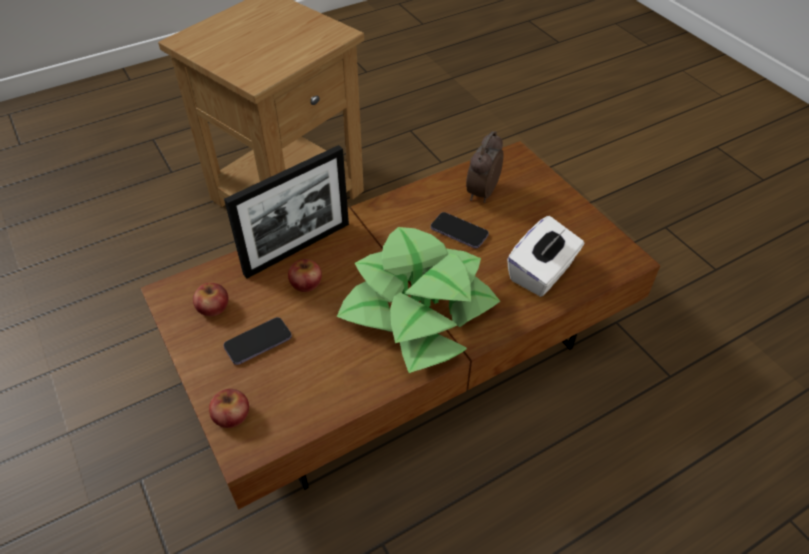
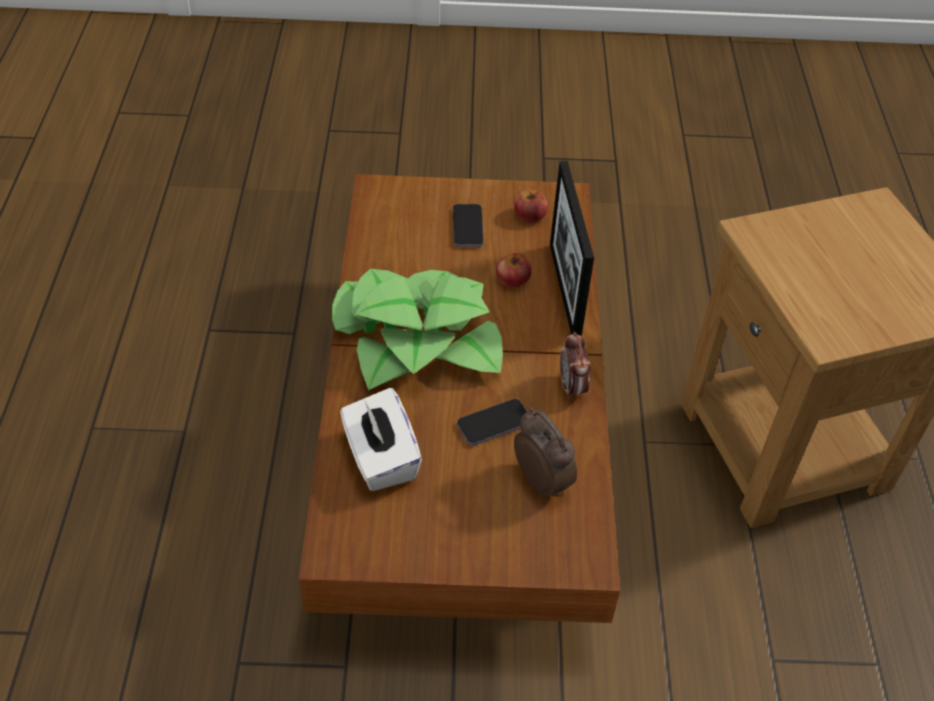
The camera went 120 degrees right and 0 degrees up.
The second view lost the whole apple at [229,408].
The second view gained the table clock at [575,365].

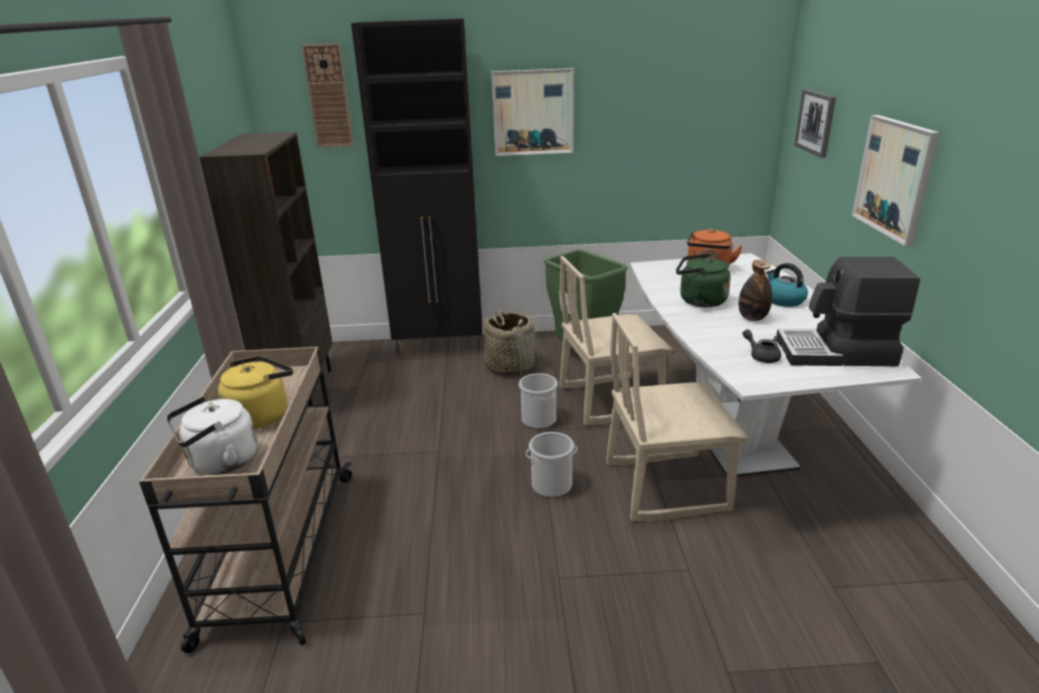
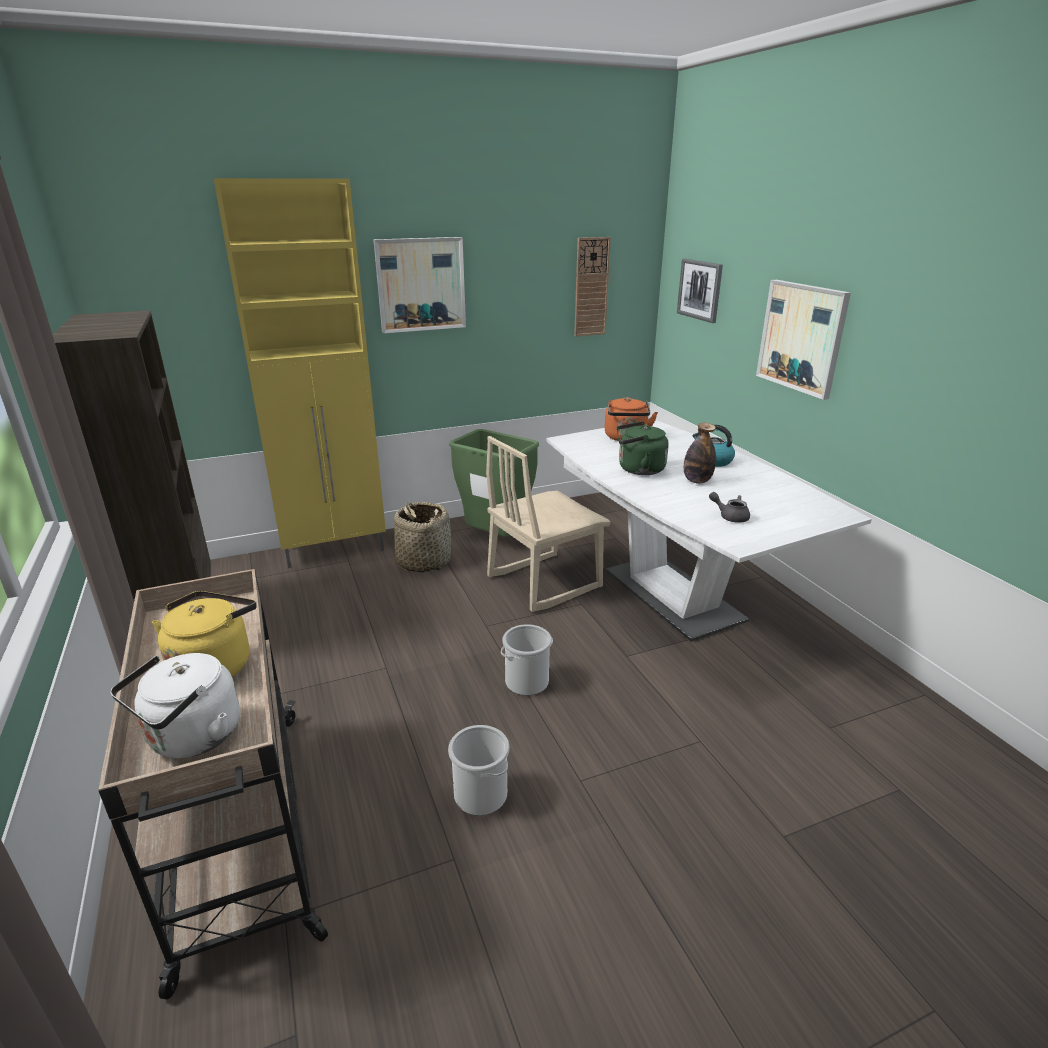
The camera went 20 degrees left and 0 degrees up.
What was the cabinet (blackish) at [416,187] turned into the cabinet (yellowish) at [299,373].
The clock on the wall ended up elsewhere, having gone from [327,95] to [592,286].
The second view lost the coffee brewer at [848,311].
The second view lost the plain chair (beige) at [677,417].
The water bucket ended up elsewhere, having gone from [538,401] to [478,770].

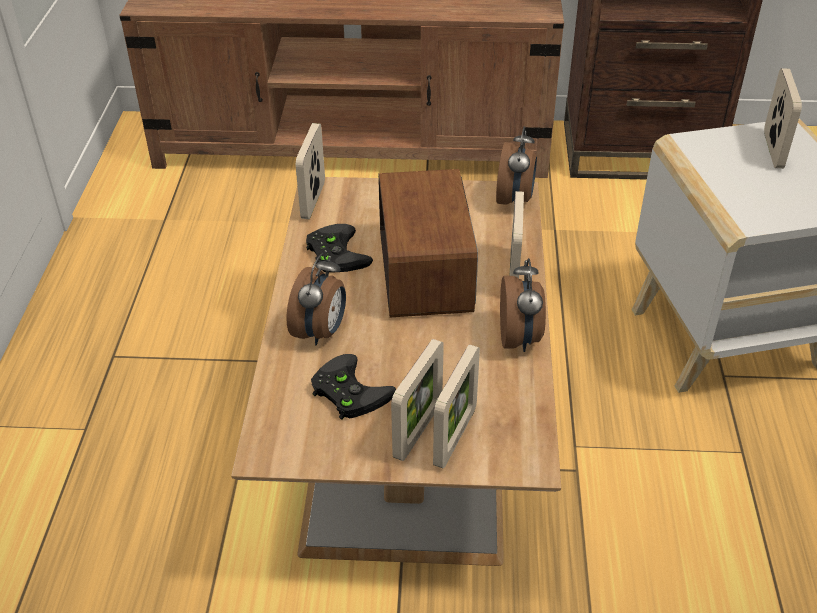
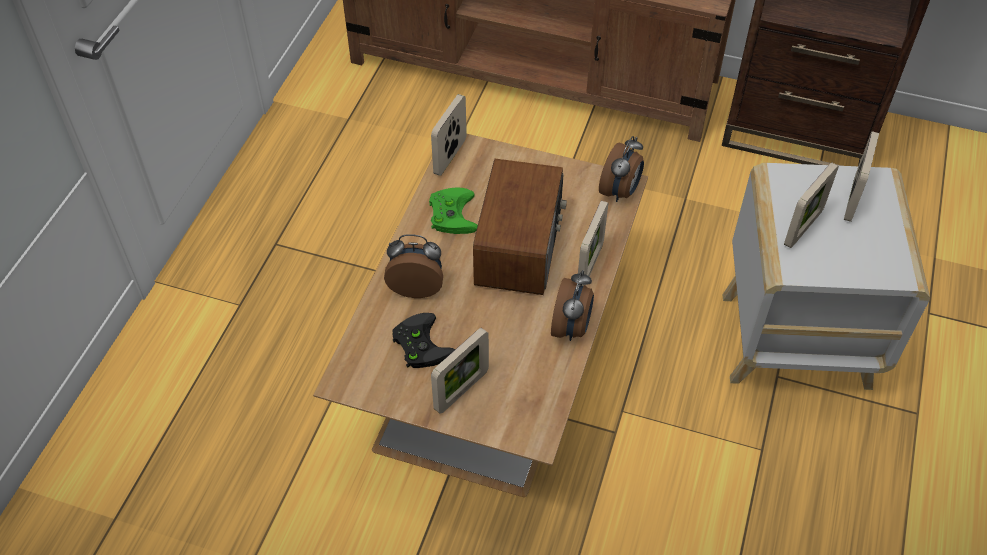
The camera went 15 degrees right and 10 degrees up.
What was the joypad (blackish) at [339,248] turned into the joypad (green-coloured) at [453,211].
The table clock at [316,299] ended up facing another way, 120 degrees counterclockwise from before.
The photo frame ended up elsewhere, having gone from [456,406] to [811,205].

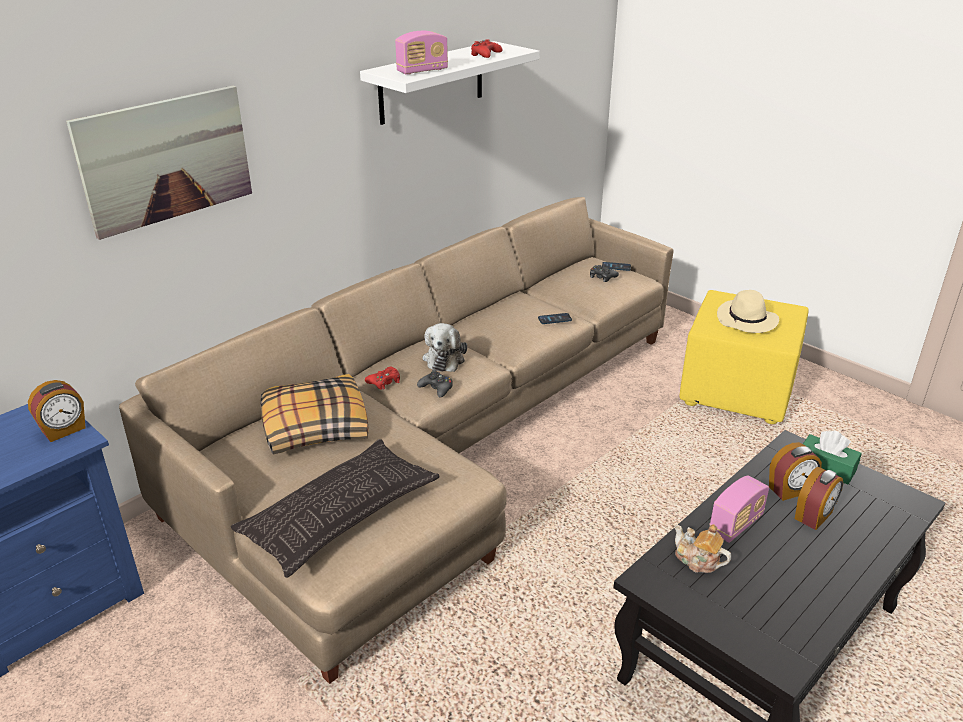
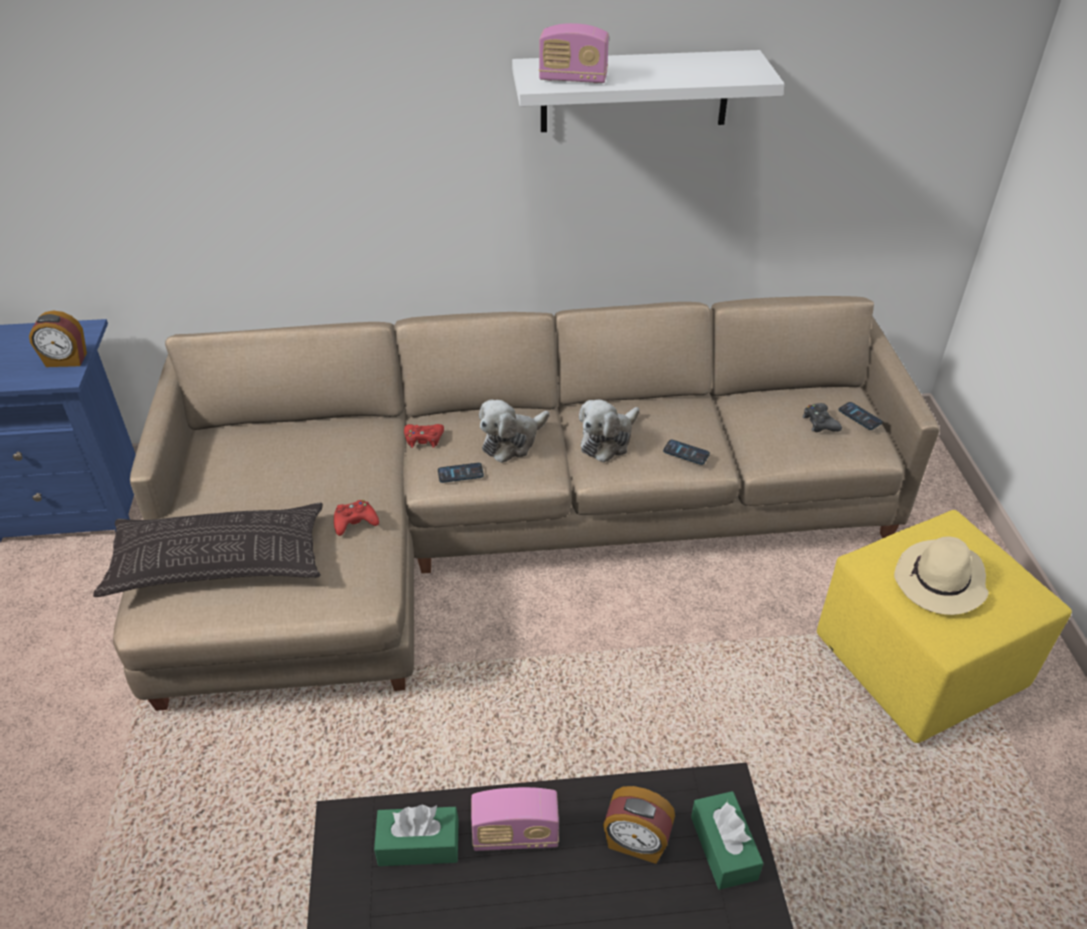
The camera went 40 degrees right and 10 degrees up.
The joypad (red-coloured) ended up elsewhere, having gone from [486,48] to [356,518].
The second view lost the wall picture at [159,163].
Where the joypad (blackish) stood at [435,384], the handset came to stand at [461,473].
The second view lost the cushion at [314,414].
The second view lost the table clock at [819,498].
Where the pot for tea stood at [702,548], the tissue box (green-coloured) came to stand at [416,835].
The second view gained the soft toy at [609,431].

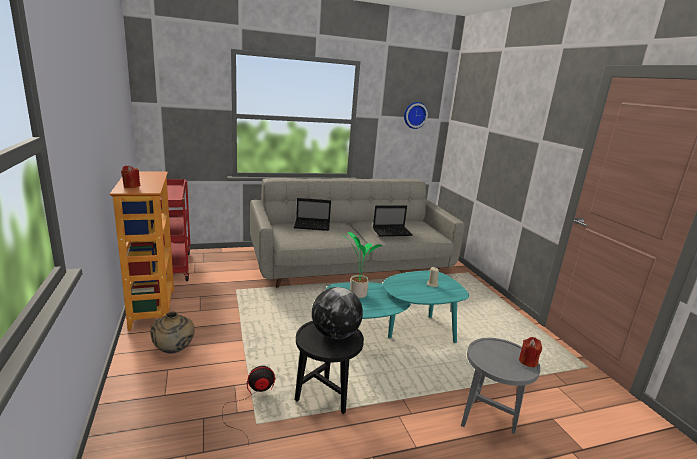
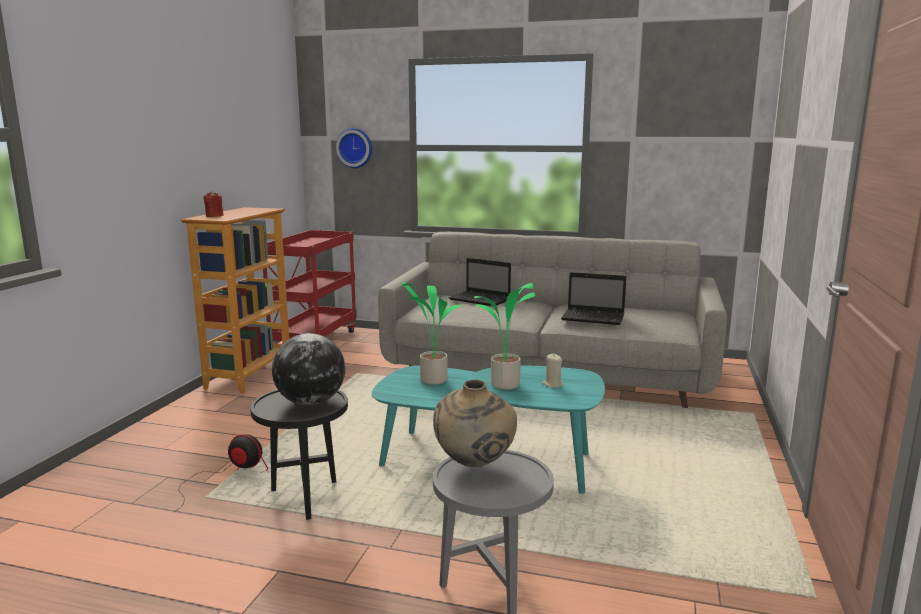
The camera went 35 degrees right and 5 degrees down.
The clock on the wall ended up elsewhere, having gone from [416,115] to [354,148].
The decorative vase (beige) ended up elsewhere, having gone from [173,333] to [475,423].
The second view lost the wax light (red-coloured) at [530,352].
The second view gained the houseplant at [505,336].

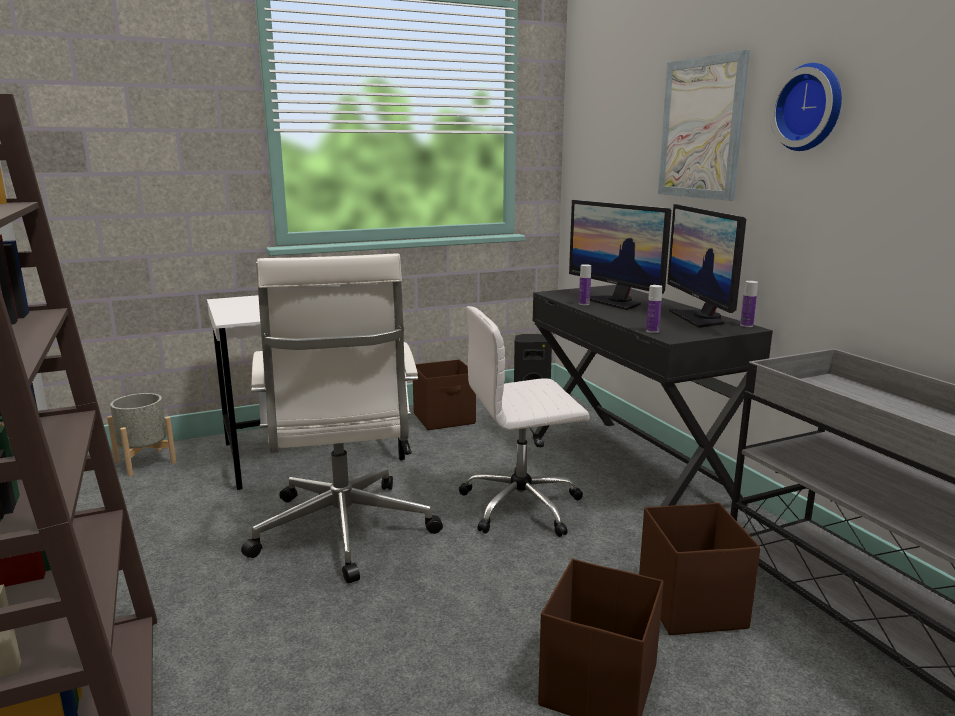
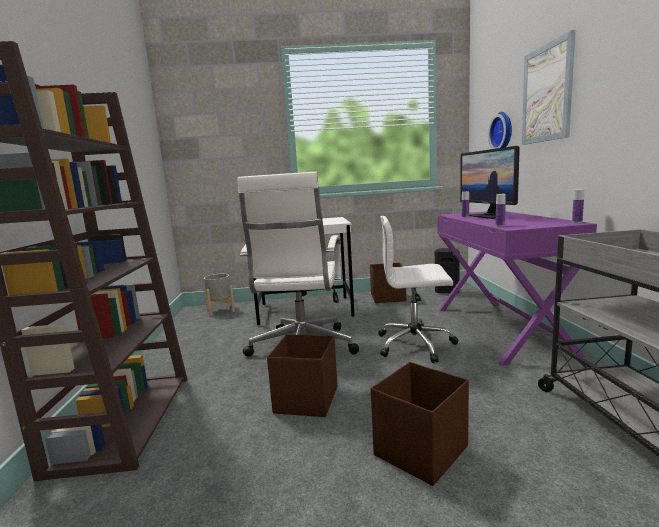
The camera went 20 degrees right and 5 degrees down.
The clock on the wall ended up elsewhere, having gone from [806,107] to [500,130].
The second view lost the monitor at [706,266].
What was the desk table (blackish) at [652,395] turned into the desk table (purple-coloured) at [517,288].
The storage container (brown) ended up elsewhere, having gone from [699,569] to [302,375].

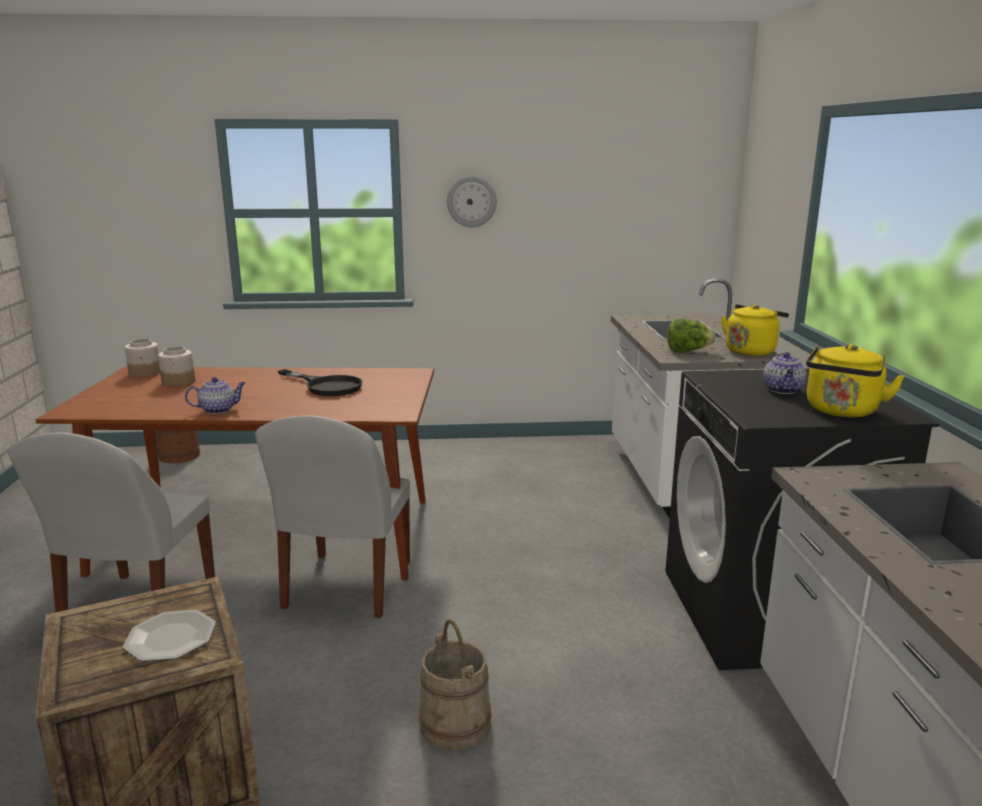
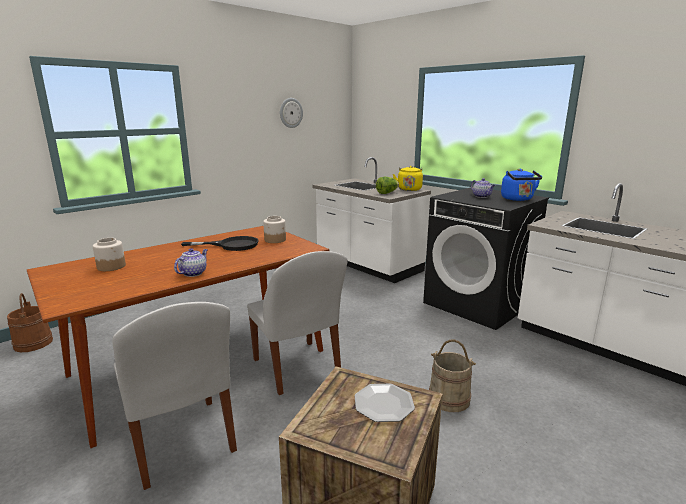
The camera went 40 degrees left and 0 degrees up.
The clock on the wall ended up elsewhere, having gone from [472,201] to [291,113].
The jar ended up elsewhere, having gone from [142,358] to [274,229].
What was the tea kettle (yellowish) at [855,381] turned into the tea kettle (bluish) at [521,185].

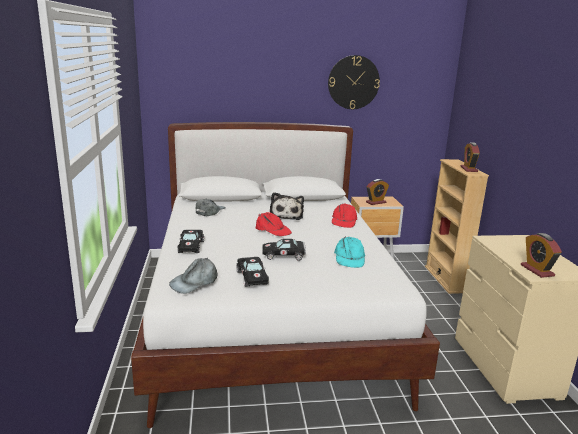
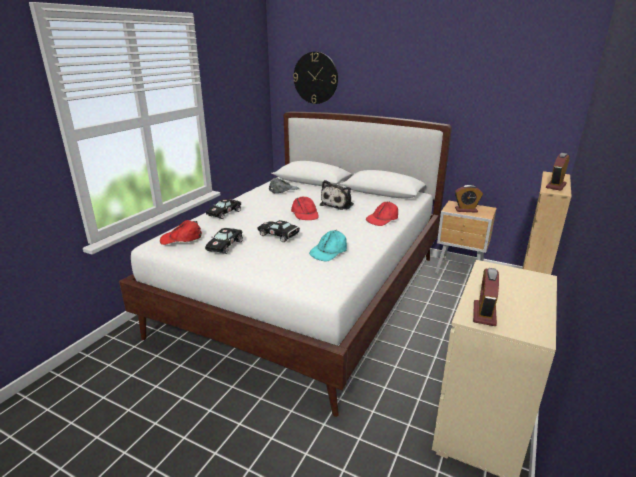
The camera went 35 degrees right and 5 degrees up.
The clock on the wall ended up elsewhere, having gone from [354,82] to [315,78].
What was the cap (gray) at [193,276] turned into the cap (red-coloured) at [181,232].

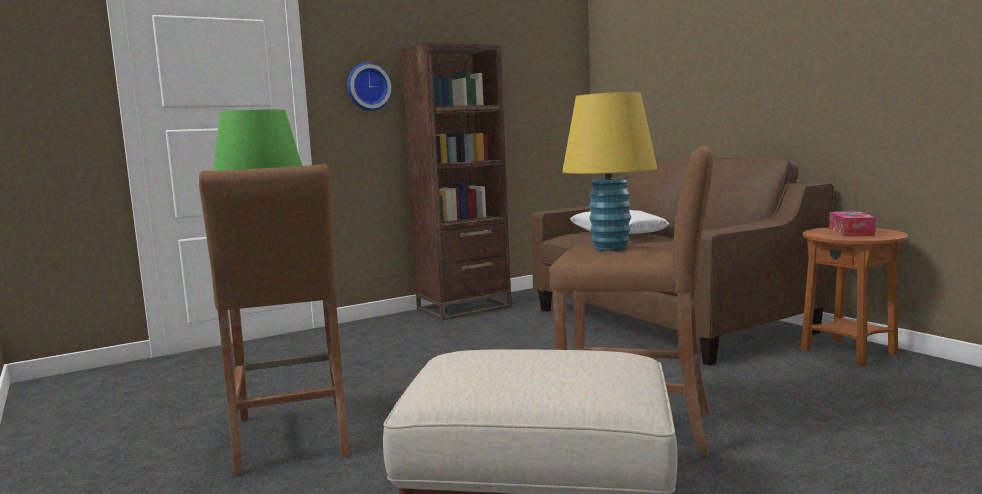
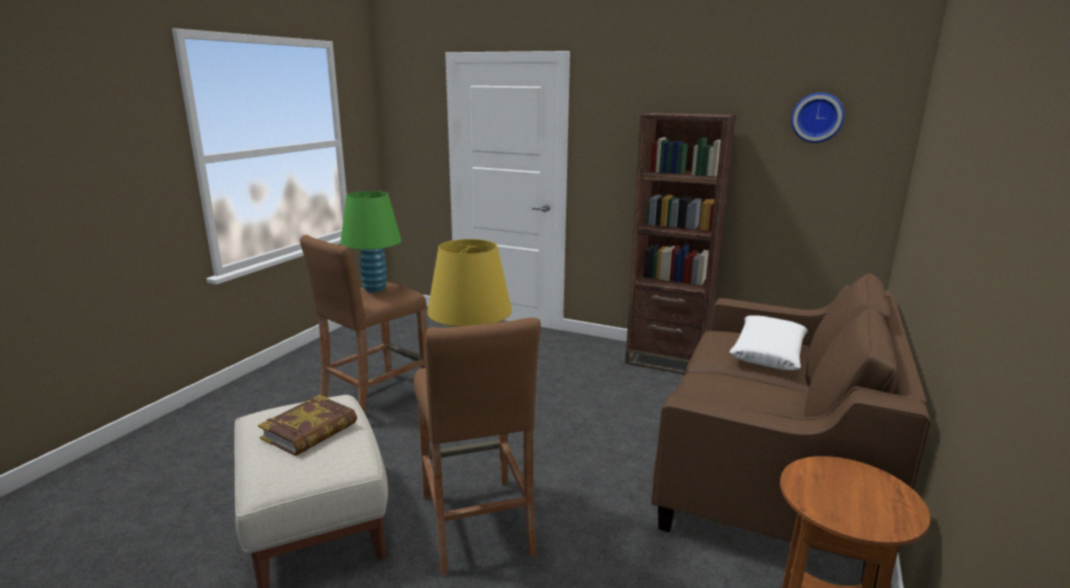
The camera went 55 degrees right and 10 degrees up.
The clock on the wall ended up elsewhere, having gone from [369,87] to [818,117].
The second view lost the tissue box at [852,224].
The second view gained the book at [307,425].

